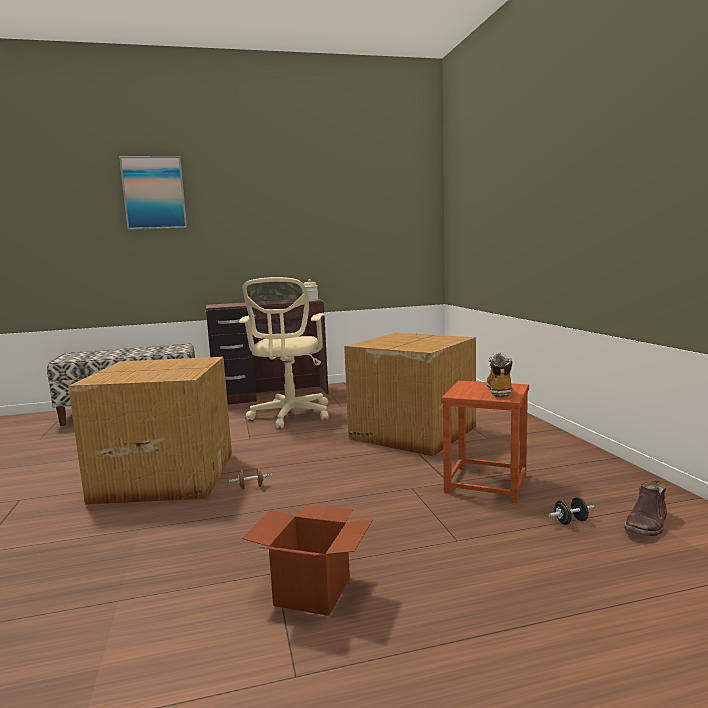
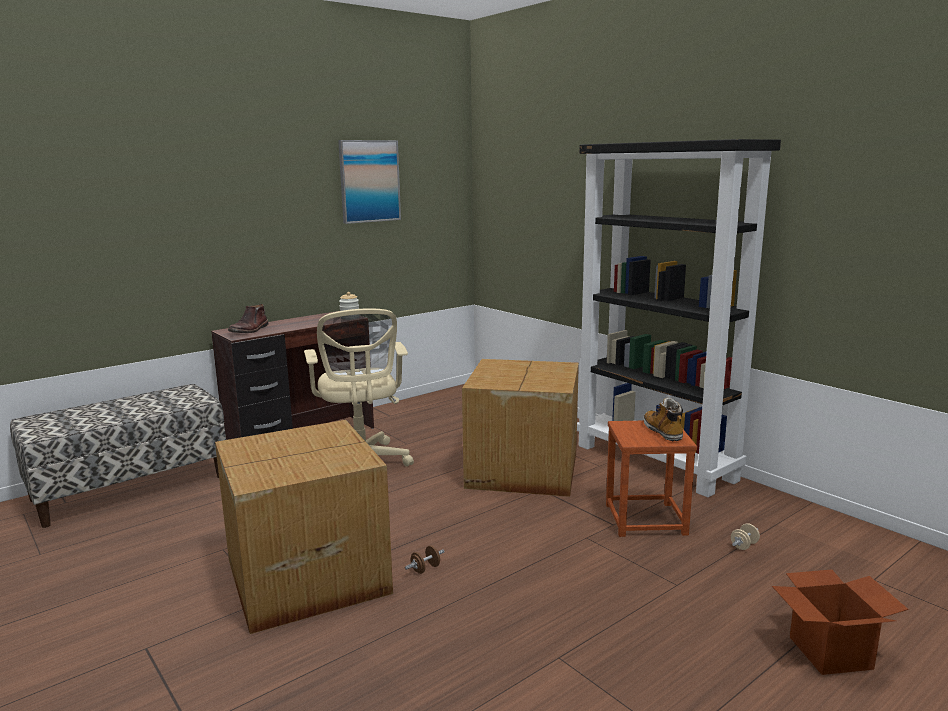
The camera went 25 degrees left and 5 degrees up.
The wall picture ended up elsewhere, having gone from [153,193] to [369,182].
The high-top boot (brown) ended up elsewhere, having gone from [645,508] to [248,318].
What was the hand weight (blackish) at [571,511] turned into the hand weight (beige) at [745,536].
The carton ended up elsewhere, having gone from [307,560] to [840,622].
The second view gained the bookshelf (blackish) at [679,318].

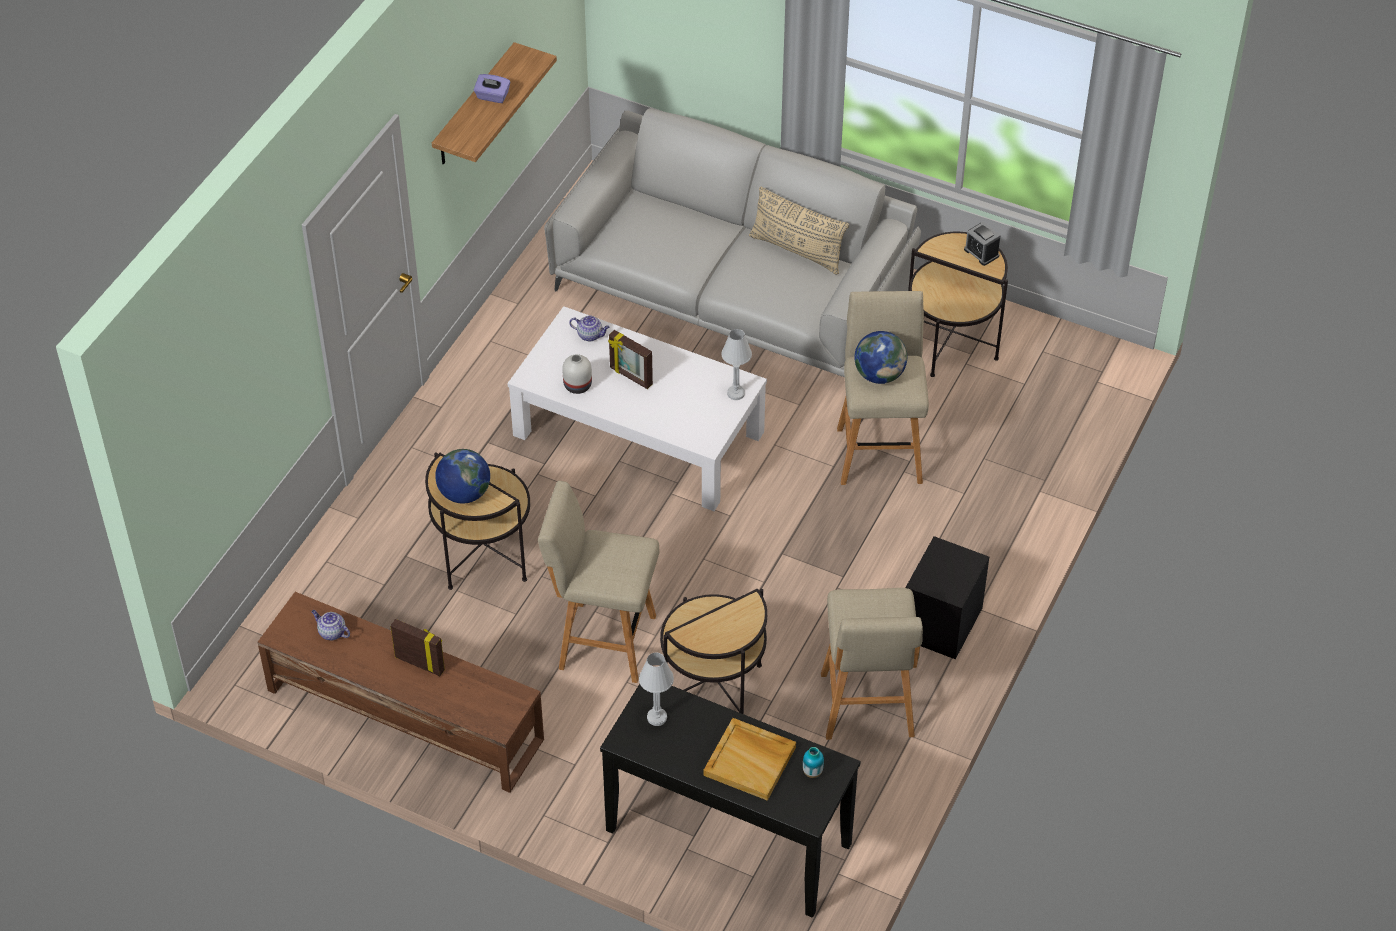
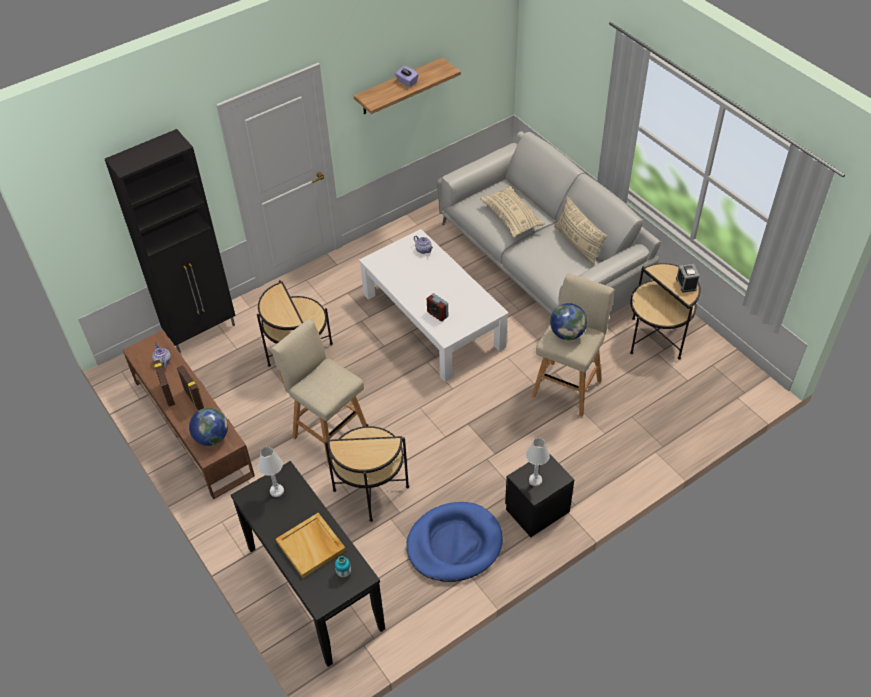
The camera went 30 degrees right and 0 degrees up.
The lamp for a table (whitish) ended up elsewhere, having gone from [736,364] to [538,462].
The photo frame ended up elsewhere, having gone from [630,359] to [164,383].
The second view lost the decorative vase (whitish) at [577,374].
The desk globe ended up elsewhere, having gone from [462,476] to [208,427].
Where the stool (beige) stood at [872,664], the dog cushion (bluish) came to stand at [454,542].
The second view gained the cabinet (blackish) at [170,241].
The second view gained the cushion (beige) at [512,212].
The second view gained the table clock at [437,307].

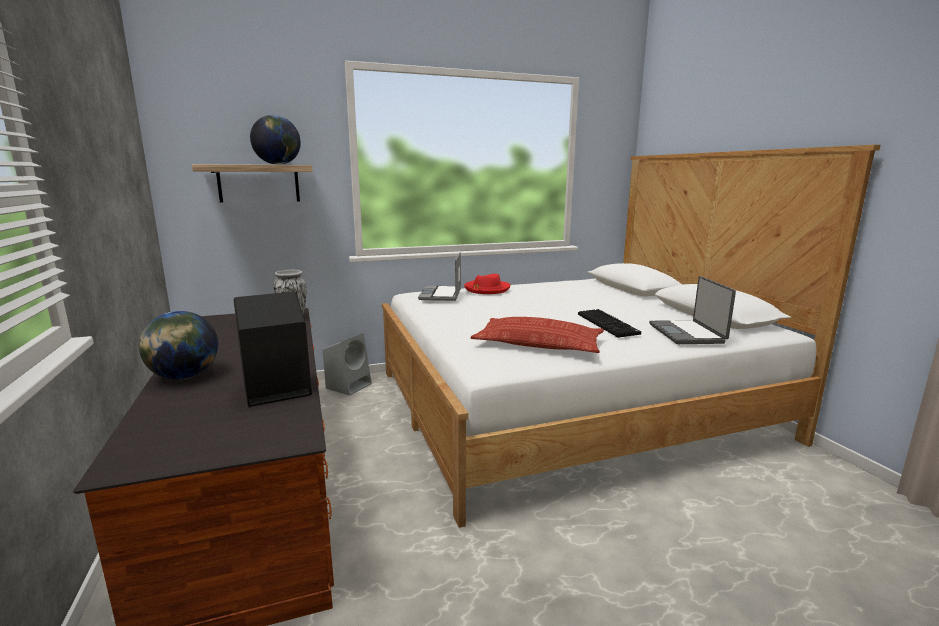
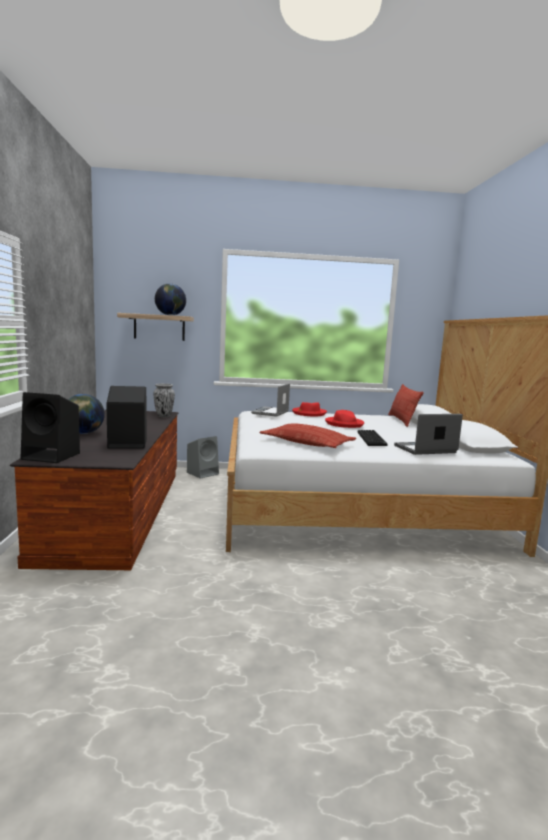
The camera went 15 degrees right and 5 degrees down.
The laptop at [692,310] ended up facing another way, 60 degrees clockwise from before.
The second view gained the cushion at [406,405].
The second view gained the loudspeaker (blackish) at [50,427].
The second view gained the wearable hat (red-coloured) at [344,419].

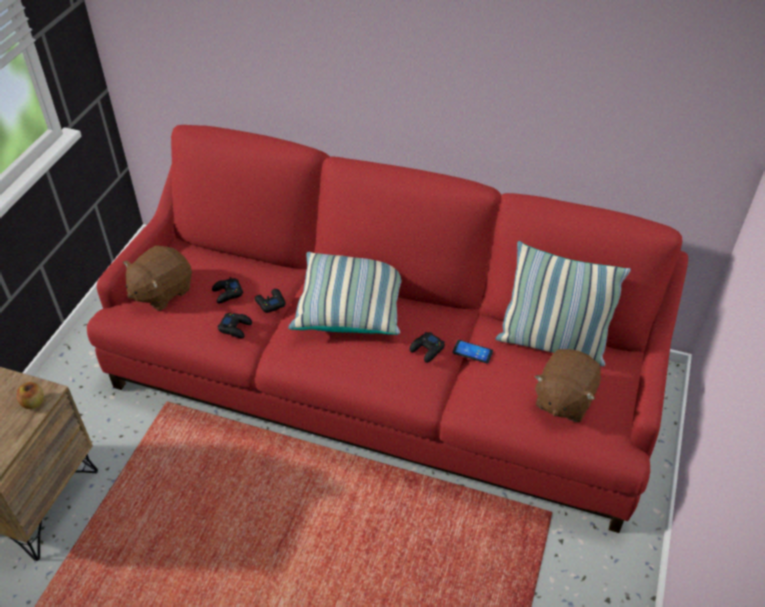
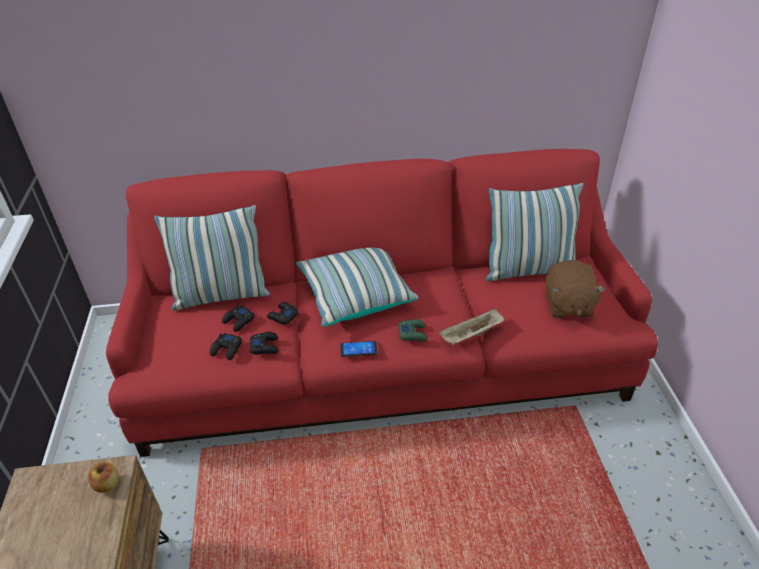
The camera went 25 degrees left and 5 degrees down.
The second view lost the soft toy (brown) at [157,278].
The joypad (blackish) ended up elsewhere, having gone from [427,347] to [226,346].
The handset ended up elsewhere, having gone from [472,351] to [358,349].
The second view gained the cushion at [212,257].
The second view gained the carrying tray (beige) at [471,326].
The second view gained the joypad (green-coloured) at [412,330].

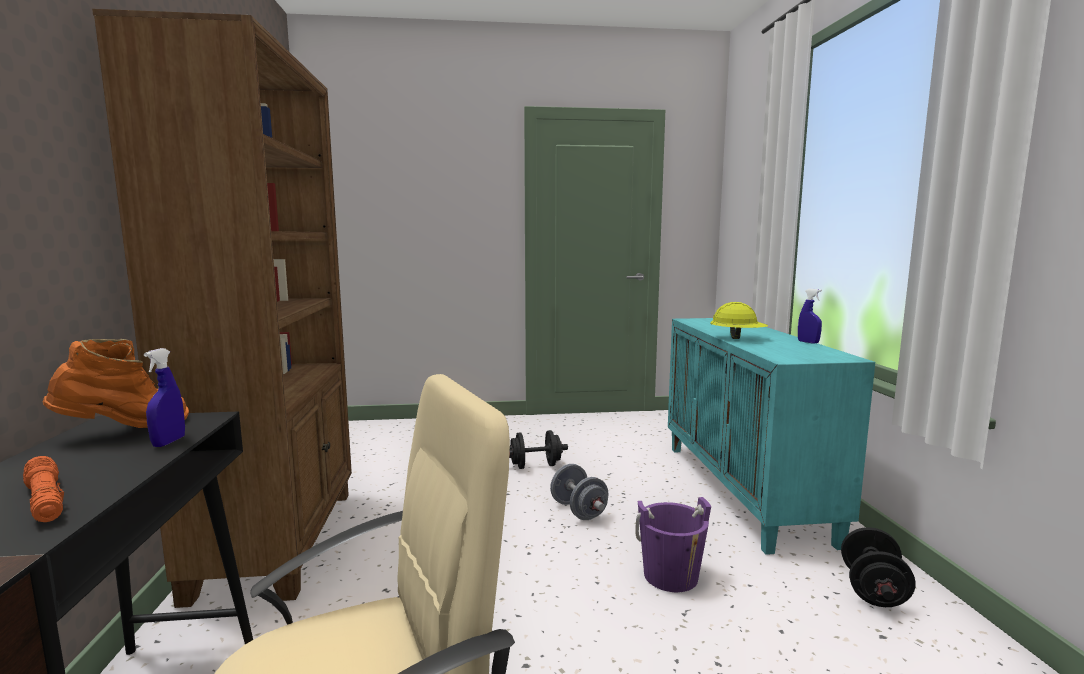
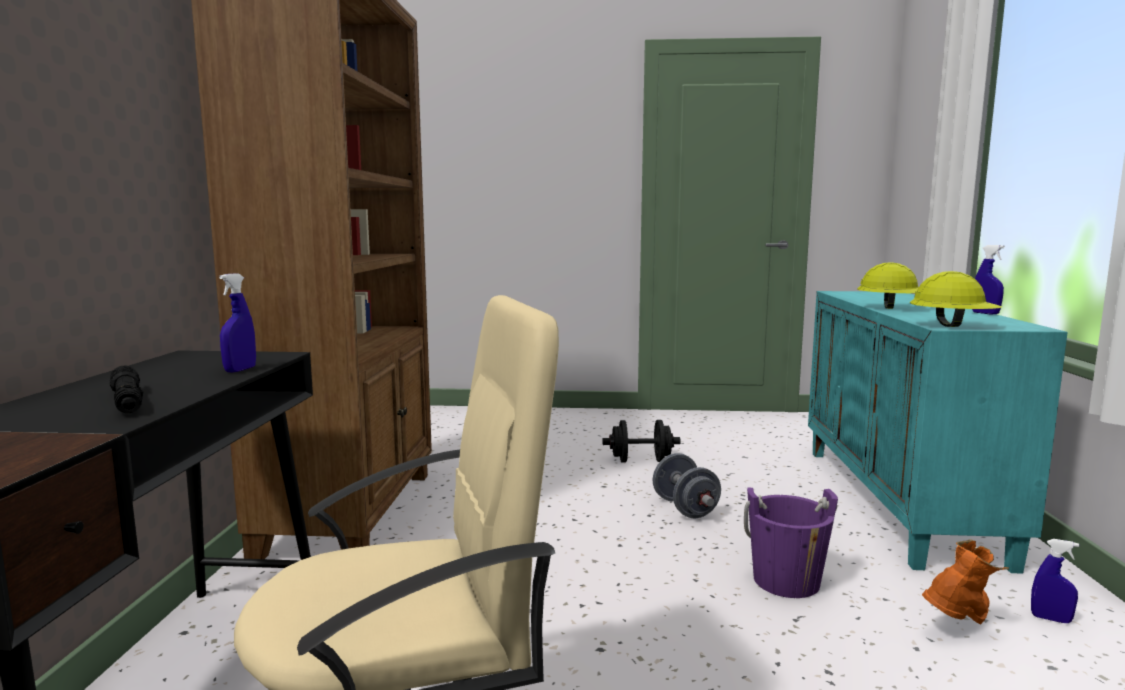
The camera went 10 degrees right and 0 degrees up.
The high-top boot (orange-coloured) ended up elsewhere, having gone from [115,383] to [965,581].
What was the hand torch (orange-coloured) at [43,489] turned into the hand torch (blackish) at [126,389].
Where the hand weight (blackish) stood at [878,567], the hand sprayer (bluish) came to stand at [1055,581].
The second view gained the work helmet (yellowish) at [956,299].

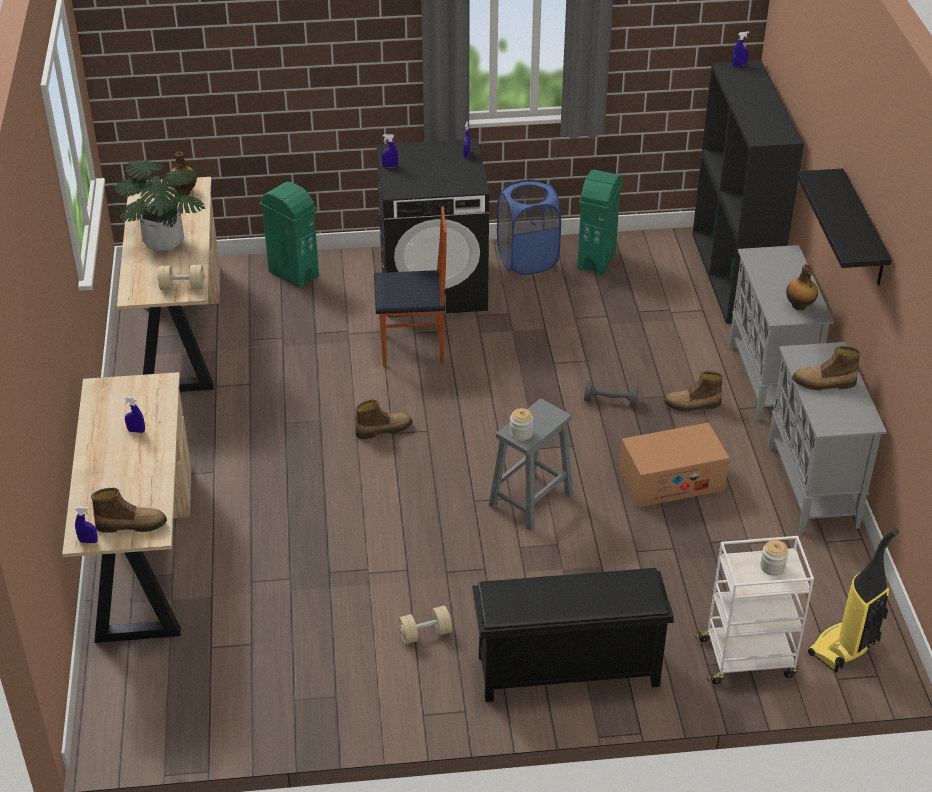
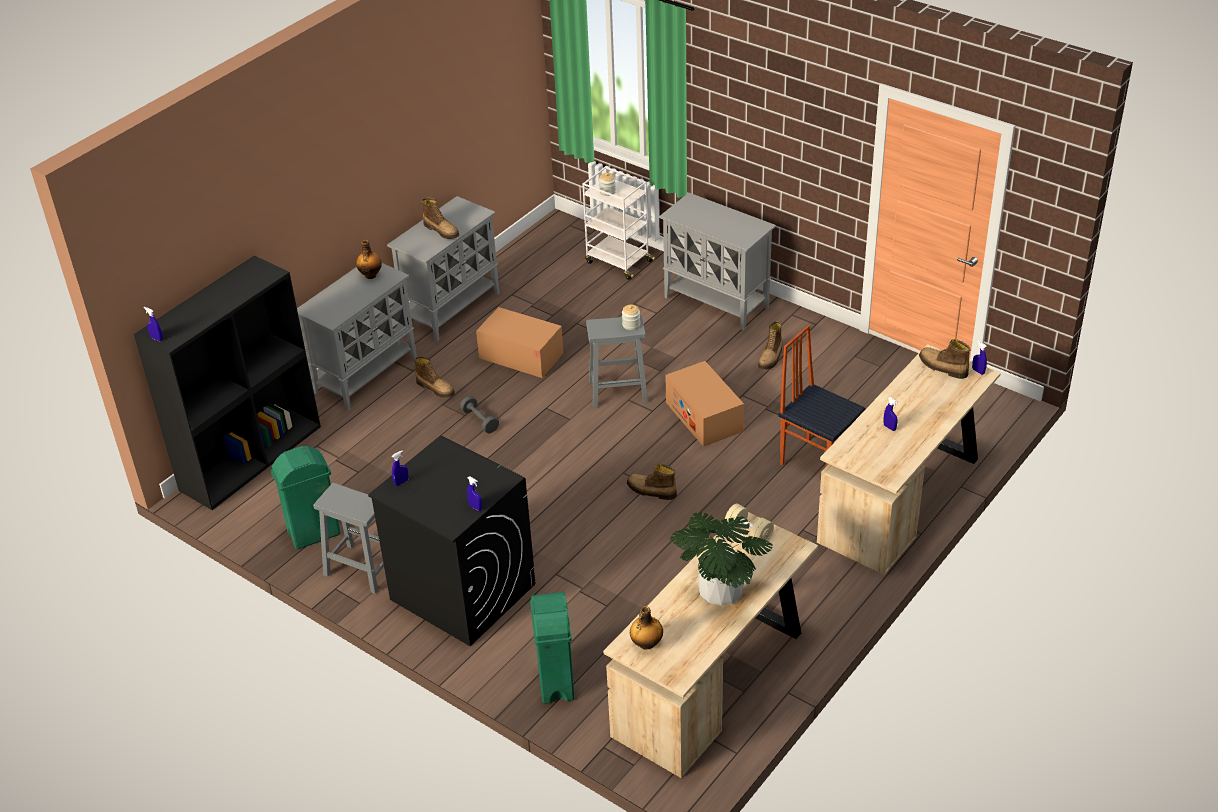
The camera went 135 degrees left and 0 degrees up.
The second view lost the shelf (blackish) at [844,226].
Where the washing basket (bluish) stood at [529,227], the stool (gray) came to stand at [348,538].
The plain chair ended up elsewhere, having gone from [410,286] to [822,395].
The second view lost the vacuum cleaner at [853,600].
Where the shoe shelf (blackish) stood at [573,635], the cabinet (gray) came to stand at [717,262].
Where the hand weight (beige) stood at [425,625], the high-top boot came to stand at [770,345].
The second view gained the carton at [704,404].

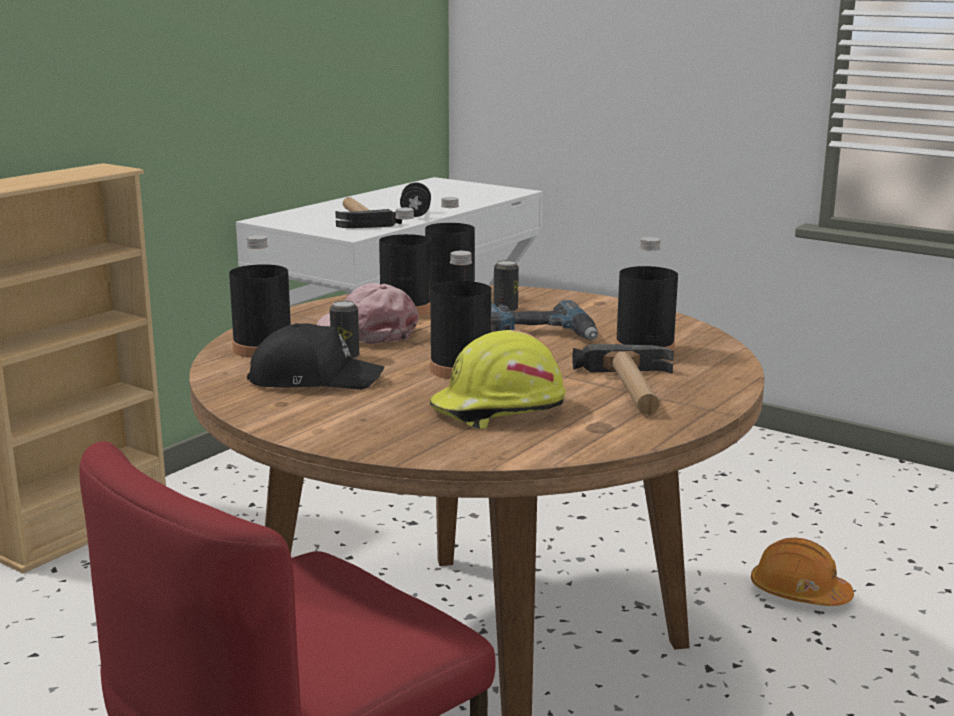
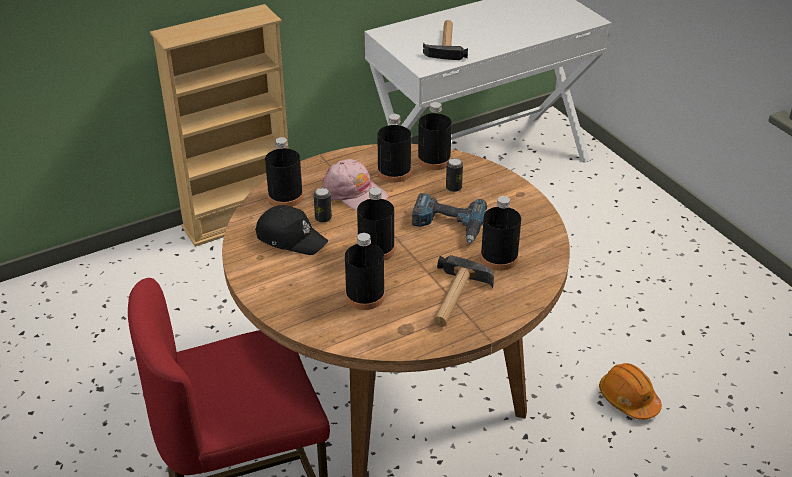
The camera went 25 degrees right and 20 degrees up.
The second view lost the hand weight (blackish) at [415,199].
The cap (pink) at [368,313] ended up facing another way, 150 degrees clockwise from before.
Where the work helmet (yellowish) stood at [498,379], the bottle (blackish) came to stand at [365,271].

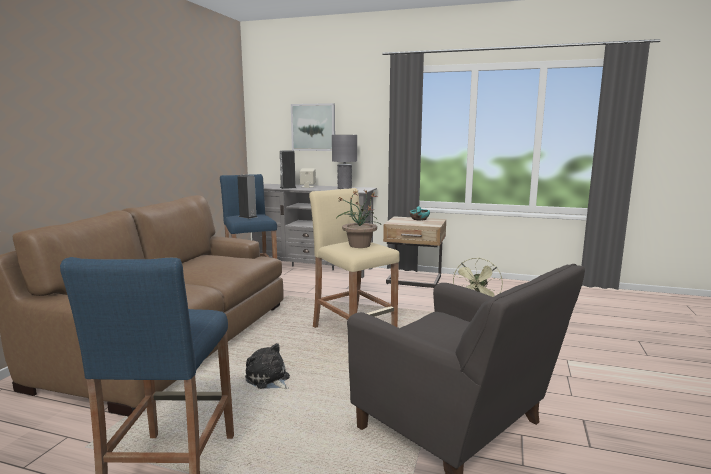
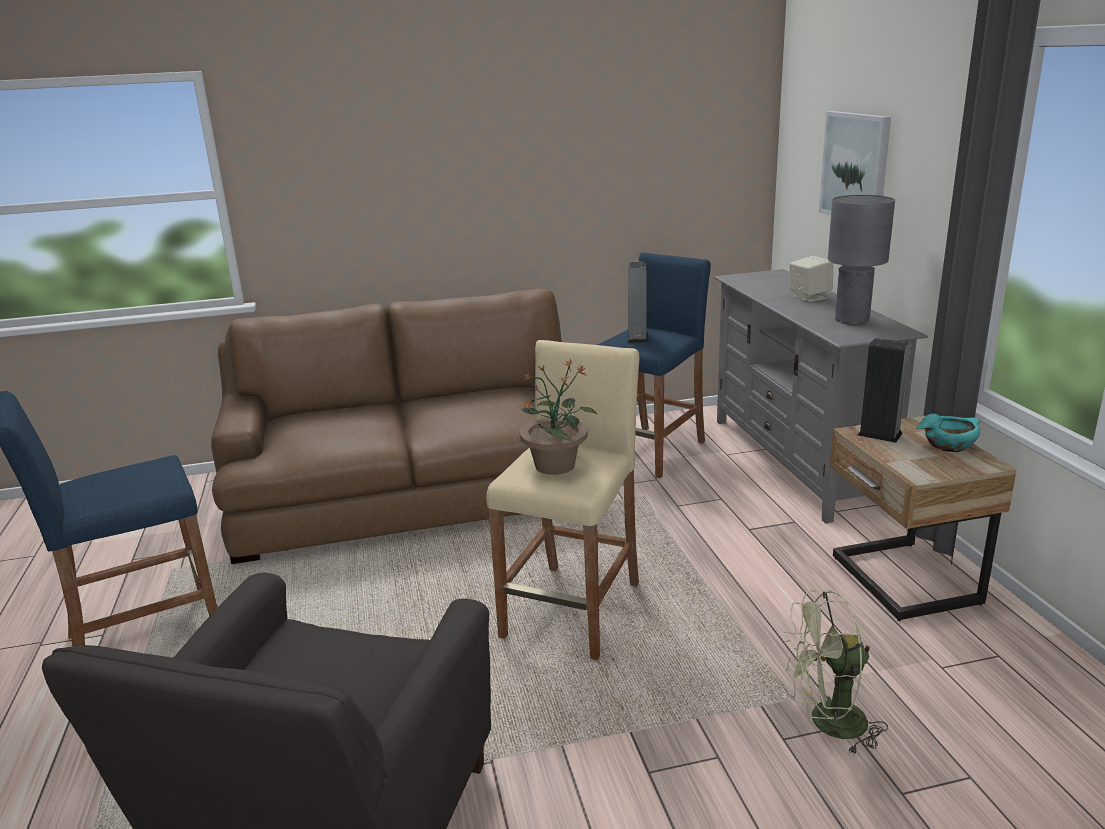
The camera went 60 degrees right and 10 degrees up.
The loudspeaker ended up elsewhere, having gone from [288,169] to [884,390].
The second view lost the soft toy at [267,366].

